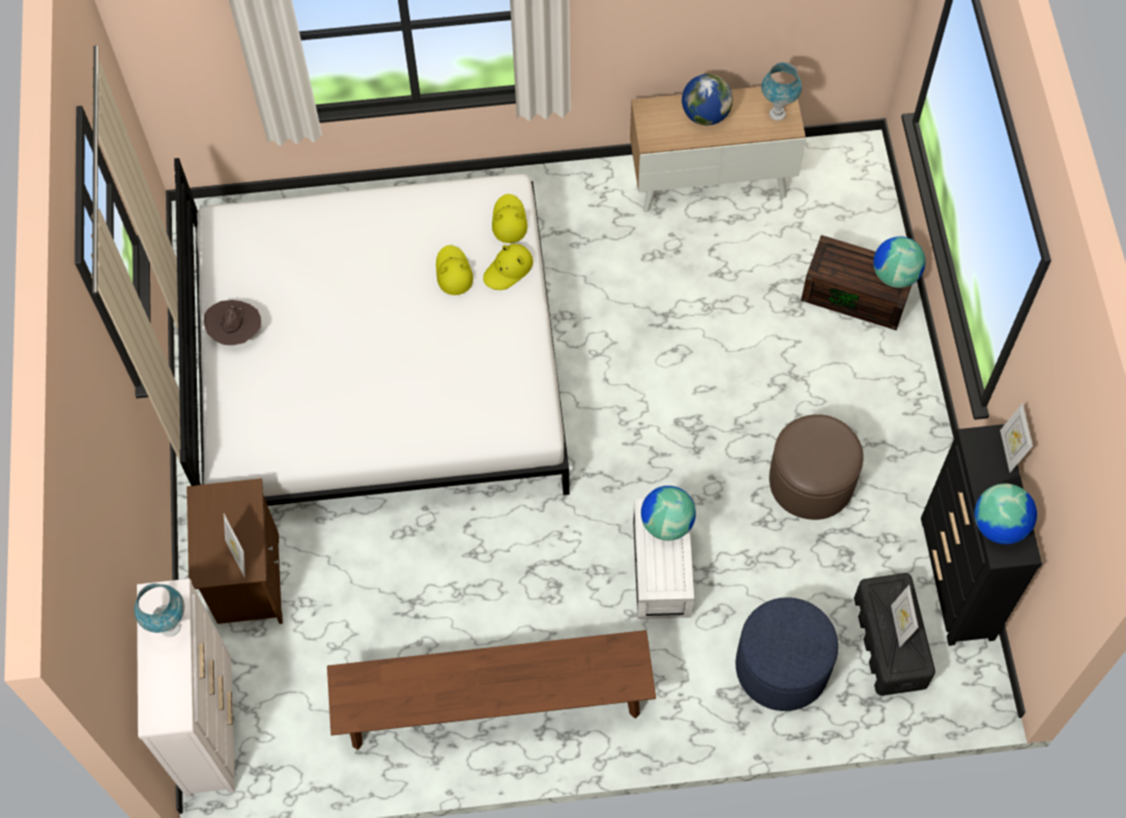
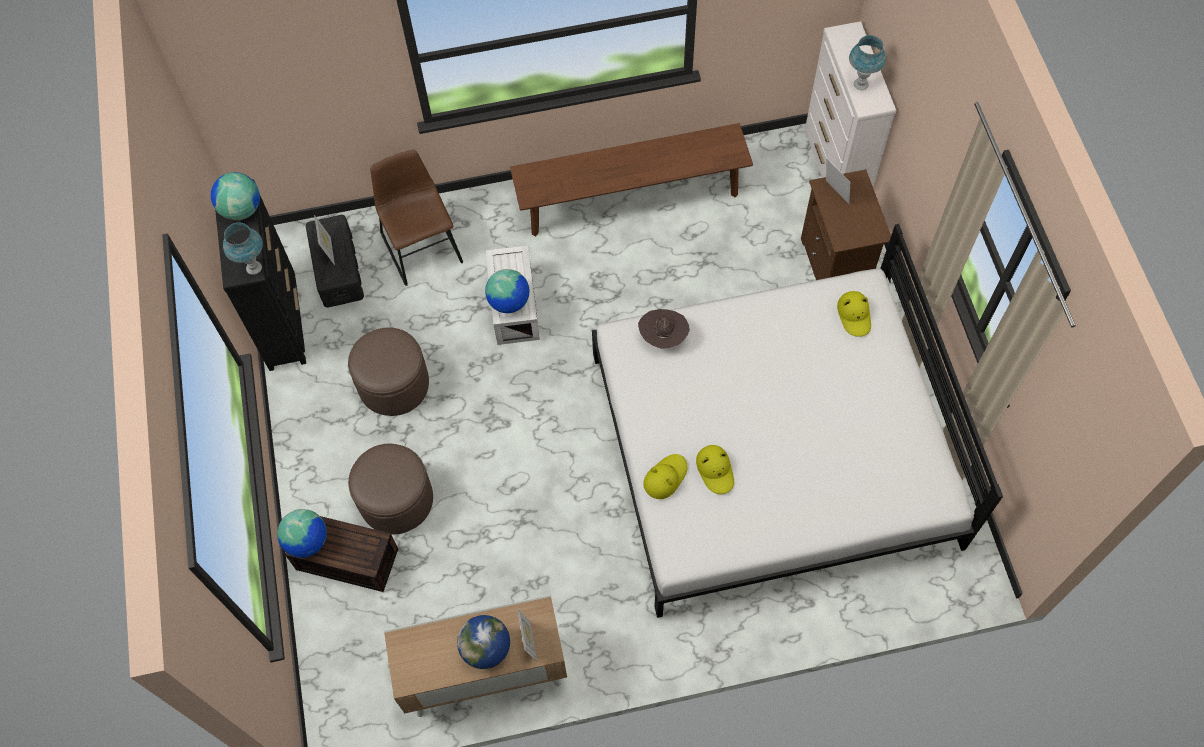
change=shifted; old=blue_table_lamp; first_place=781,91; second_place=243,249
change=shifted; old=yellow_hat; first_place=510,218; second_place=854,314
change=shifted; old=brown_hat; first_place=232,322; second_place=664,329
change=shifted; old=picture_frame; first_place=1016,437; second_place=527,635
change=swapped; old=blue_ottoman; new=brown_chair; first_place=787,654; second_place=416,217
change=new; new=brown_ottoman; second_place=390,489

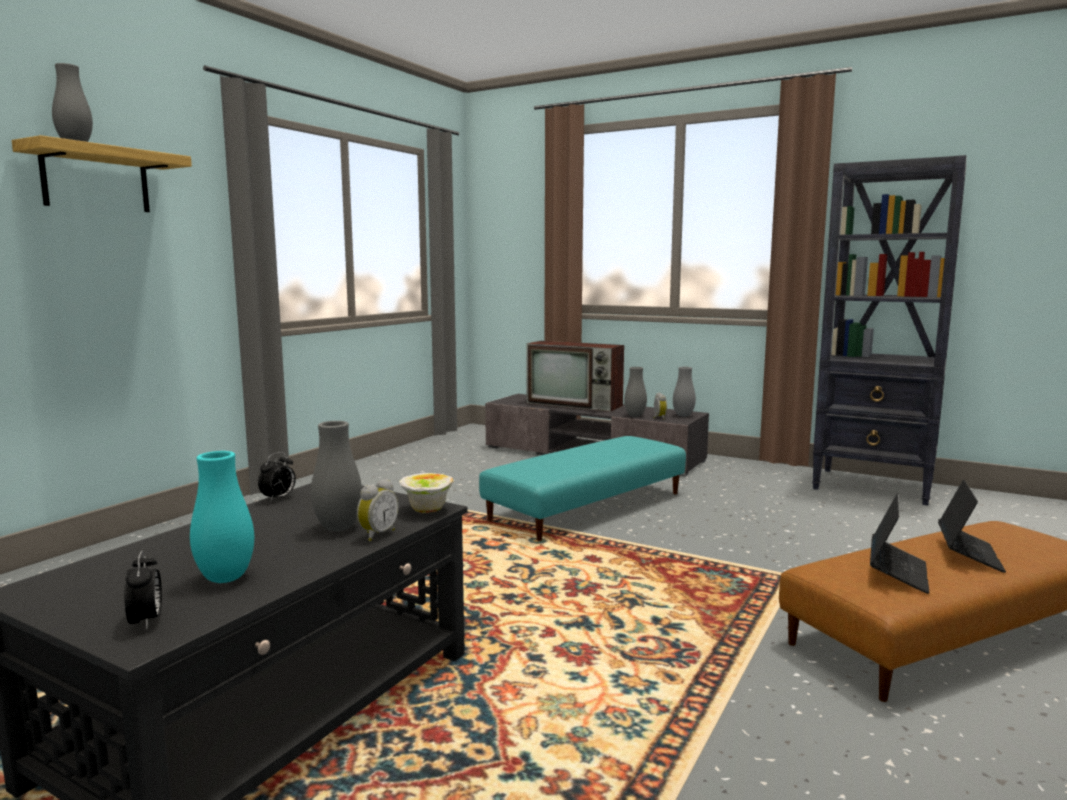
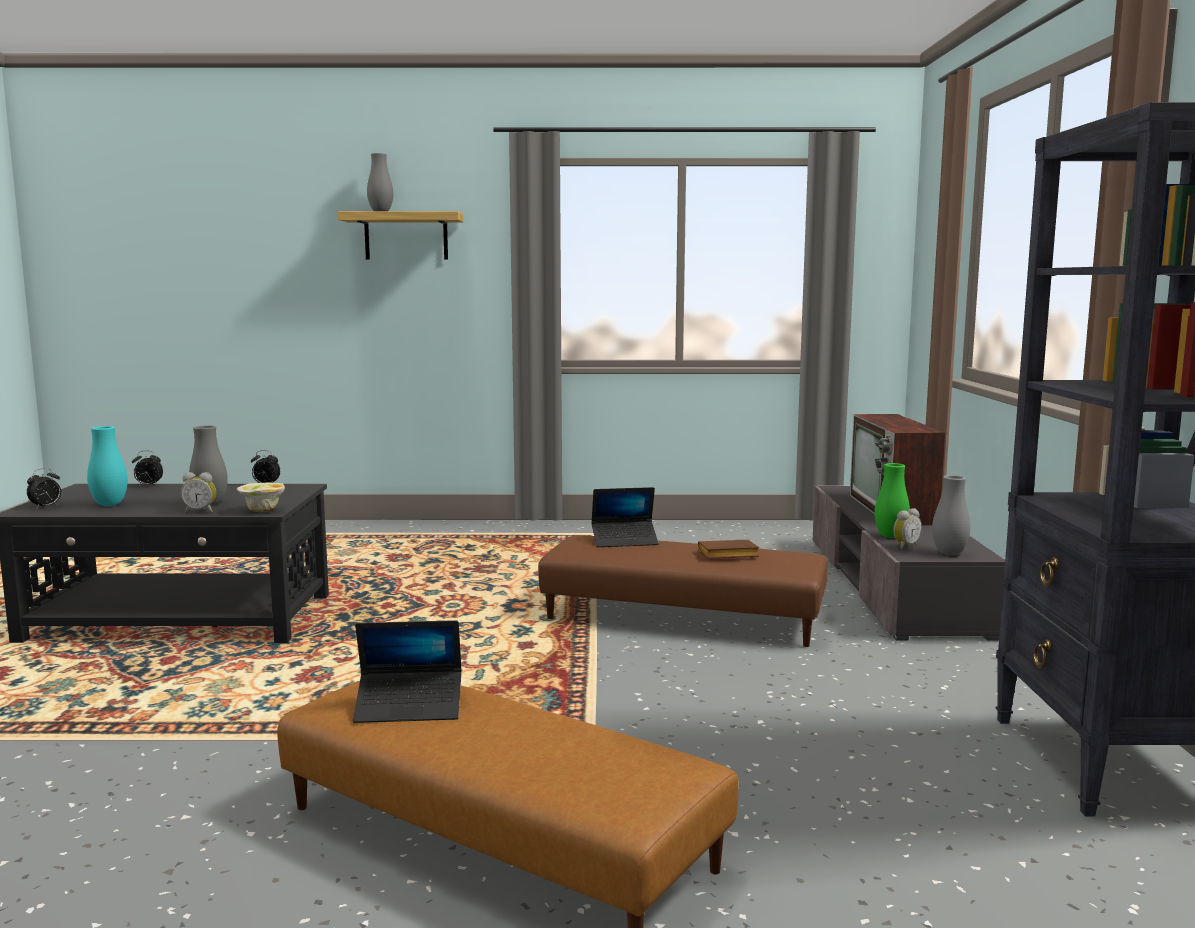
change=repainted; old=grey_vase; new=green_vase; first_place=635,392; second_place=892,500
change=repainted; old=turquoise_ottoman; new=brown_ottoman; first_place=582,488; second_place=683,591
change=shifted; old=laptop; first_place=972,526; second_place=625,517
change=new; new=alarm_clock; second_place=147,468
change=new; new=brown_book; second_place=728,549

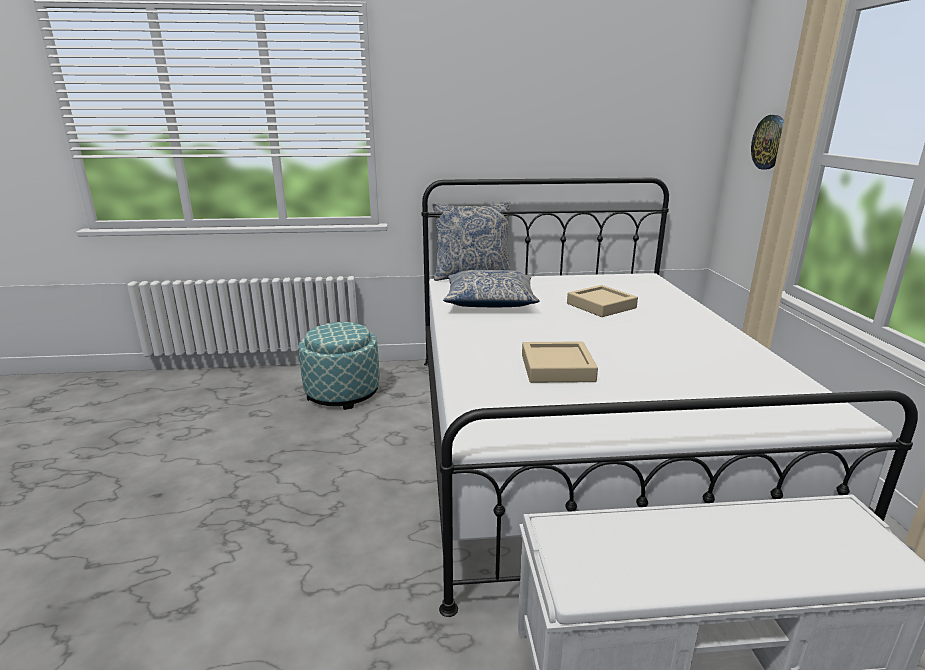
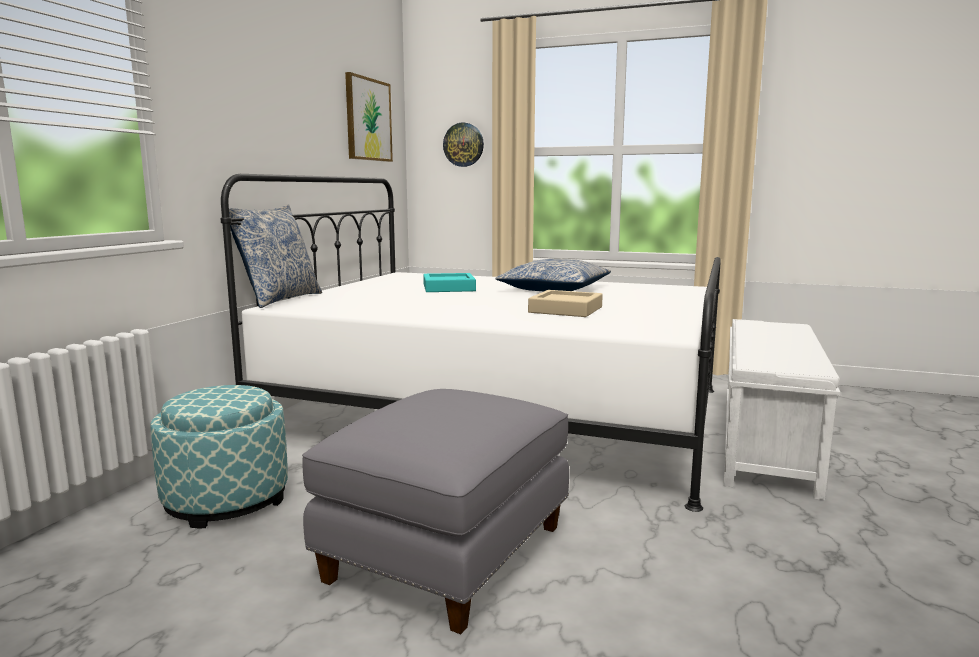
change=shifted; old=pillow; first_place=491,288; second_place=553,275
change=repainted; old=beige_tray; new=turquoise_tray; first_place=602,301; second_place=449,282
change=new; new=picture; second_place=369,117
change=new; new=grey_ottoman; second_place=435,511

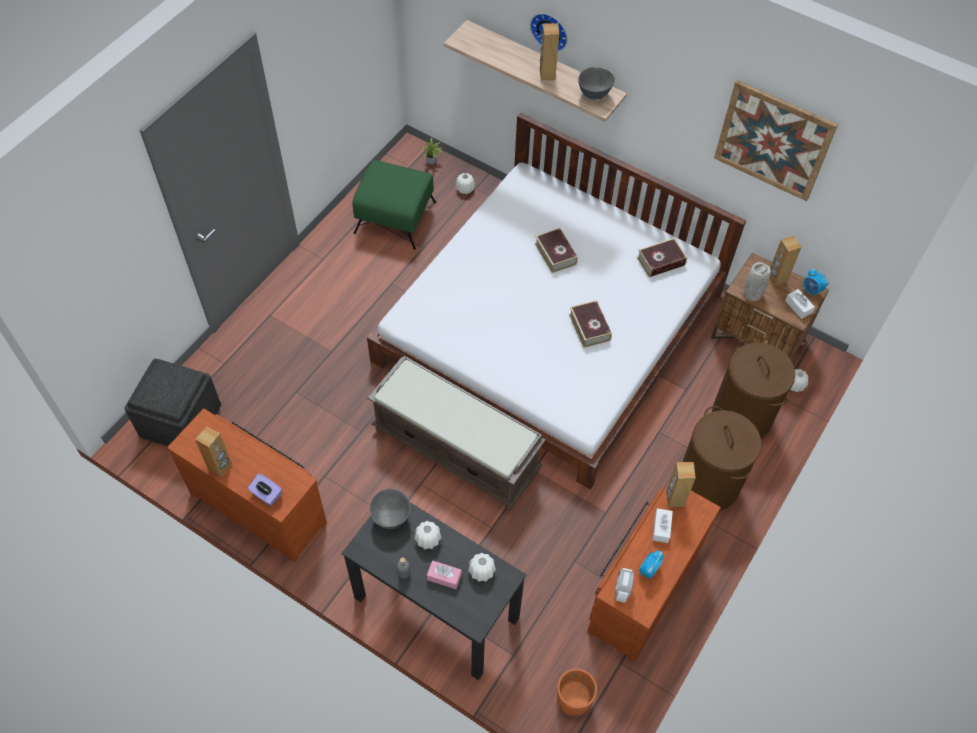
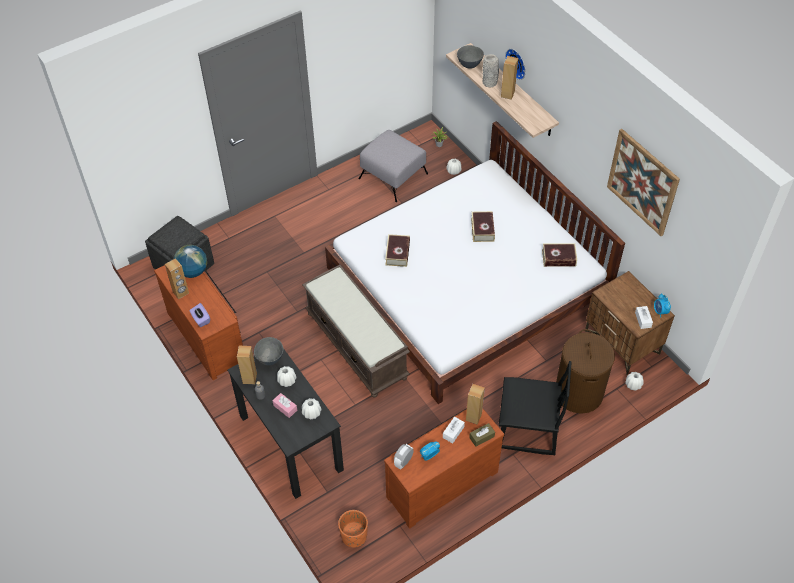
change=shifted; old=grey_bowl; first_place=596,83; second_place=470,57
change=repainted; old=green_ottoman; new=grey_ottoman; first_place=394,204; second_place=393,166
change=shifted; old=brown_speaker; first_place=785,261; second_place=247,365
change=shifted; old=grey_vase; first_place=757,281; second_place=490,70
change=shifted; old=book; first_place=590,324; second_place=397,250
change=swapped; old=brown_laundry_basket; new=black_chair; first_place=721,458; second_place=535,408
change=new; new=globe; second_place=190,261
change=new; new=brown_tissue_box; second_place=482,435

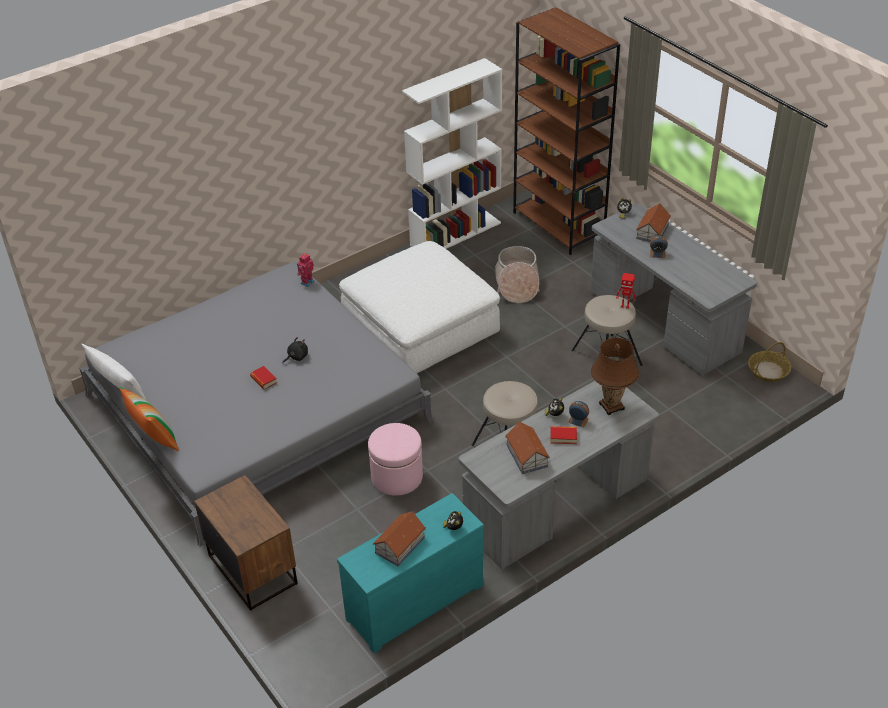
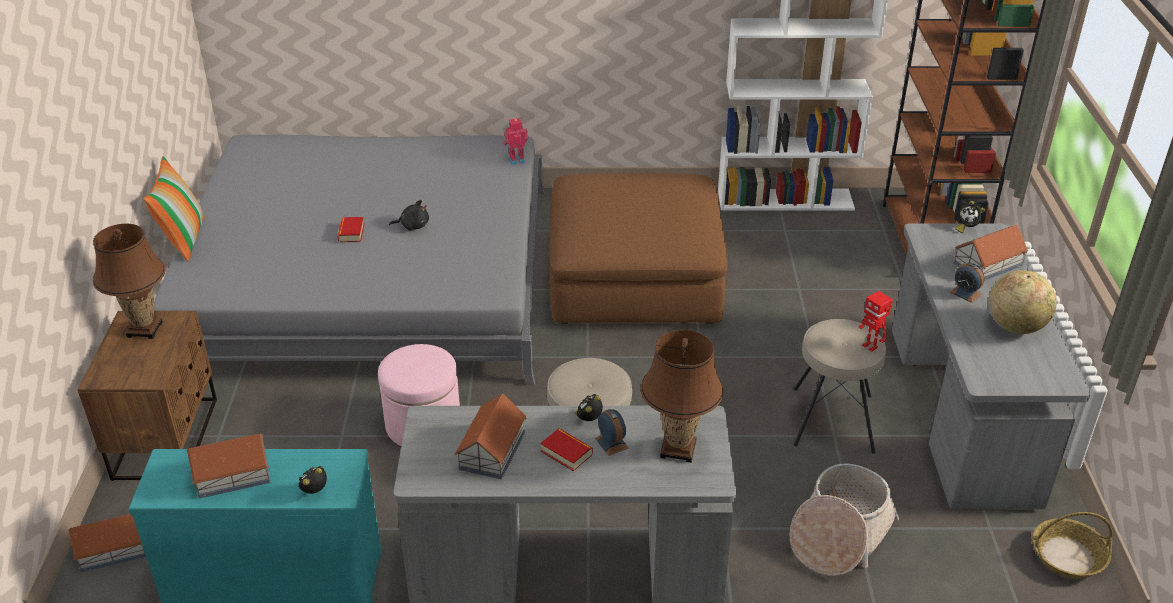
change=repainted; old=white_ottoman; new=brown_ottoman; first_place=419,307; second_place=638,248
change=shifted; old=basket; first_place=517,274; second_place=844,520
change=gone; old=white_pillow; first_place=114,372
change=new; new=brown_table_lamp; second_place=129,281
change=new; new=globe; second_place=1023,302
change=new; new=toy_house; second_place=107,543

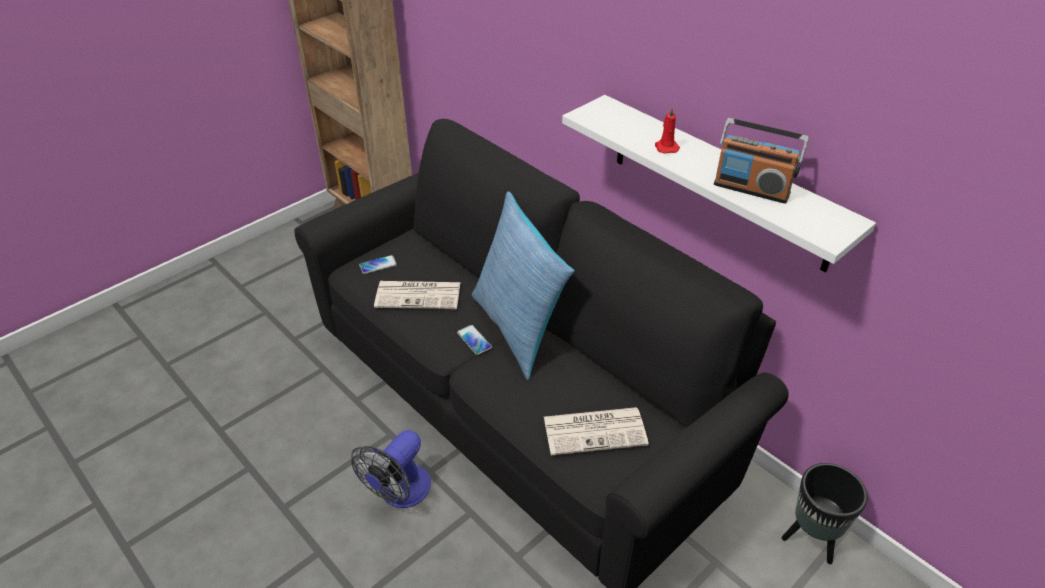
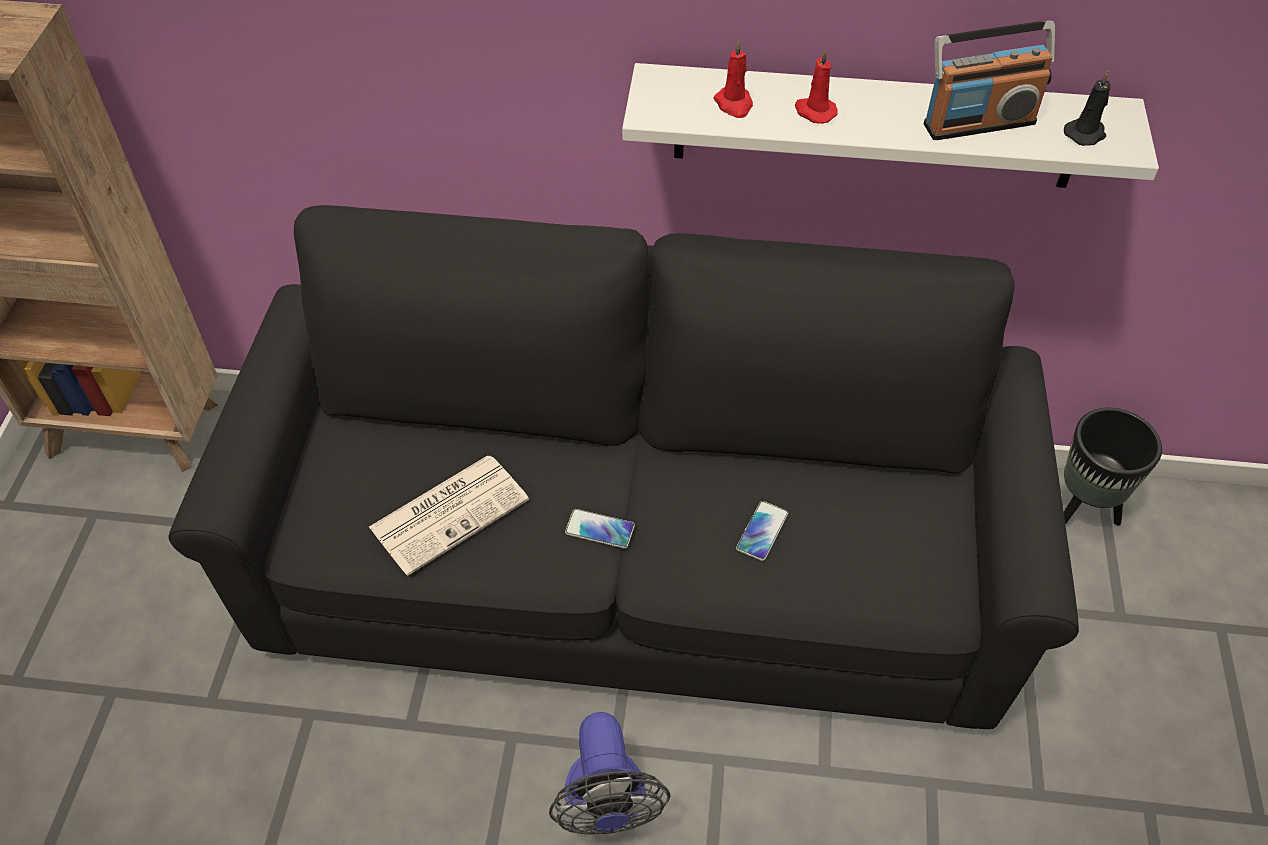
change=gone; old=pillow; first_place=523,286
change=shifted; old=phone; first_place=378,264; second_place=762,531
change=gone; old=newspaper; first_place=596,431
change=new; new=red_candle; second_place=733,79
change=new; new=black_candle; second_place=1087,108

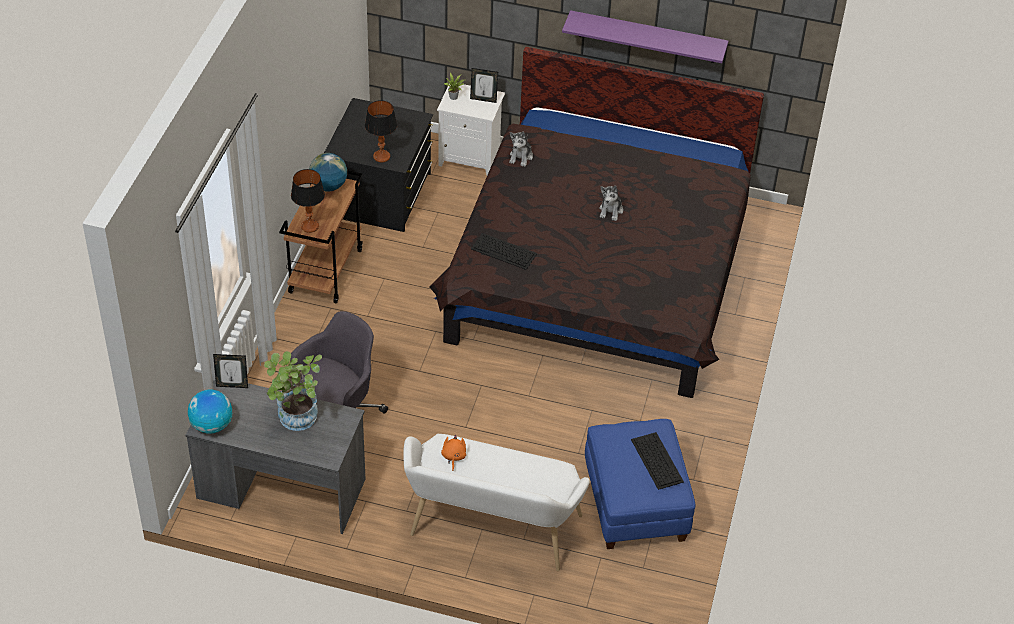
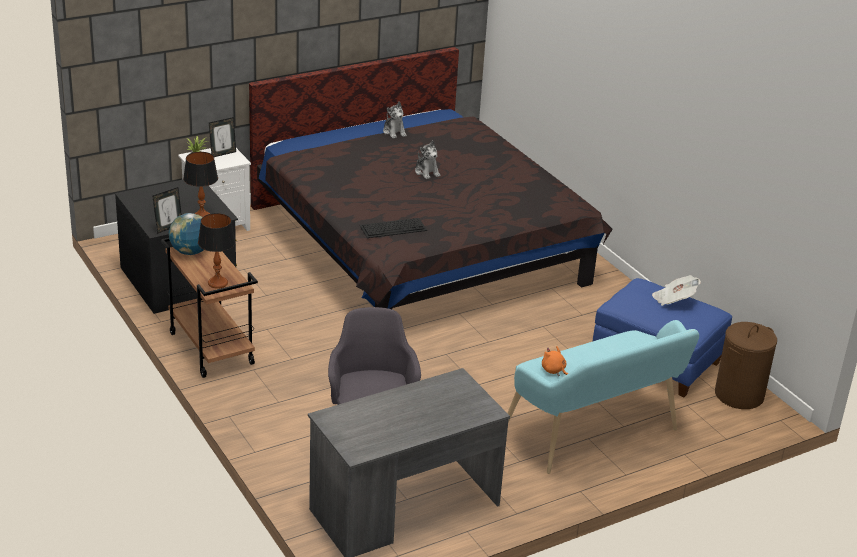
change=gone; old=purple_shelf; first_place=645,36
change=shifted; old=plush_toy; first_place=521,149; second_place=395,120
change=gone; old=potted_plant; first_place=293,391
change=shifted; old=picture_frame; first_place=230,371; second_place=167,210
change=gone; old=globe; first_place=210,411
change=swapped; old=keyboard; new=newspaper; first_place=657,461; second_place=676,290
change=repainted; old=white_bench; new=turquoise_bench; first_place=496,502; second_place=603,397
change=new; new=brown_laundry_basket; second_place=746,365

